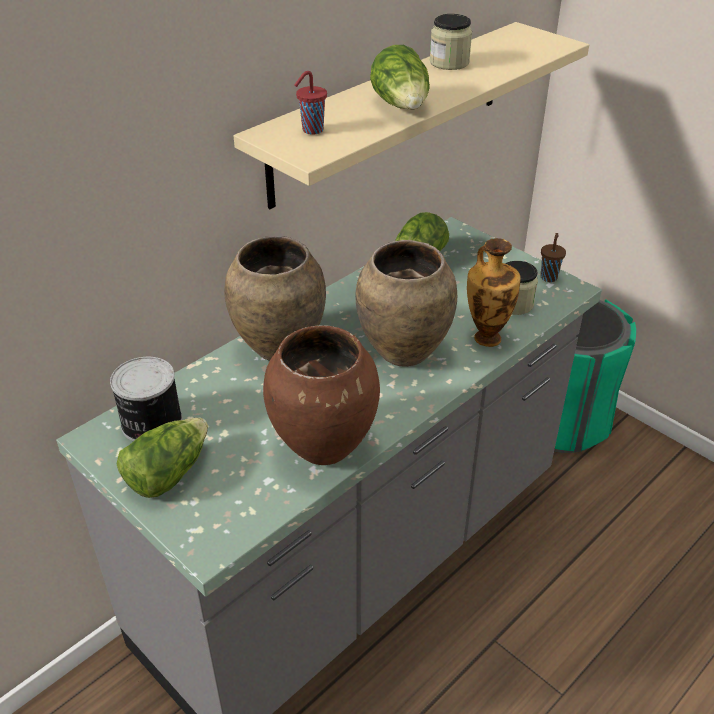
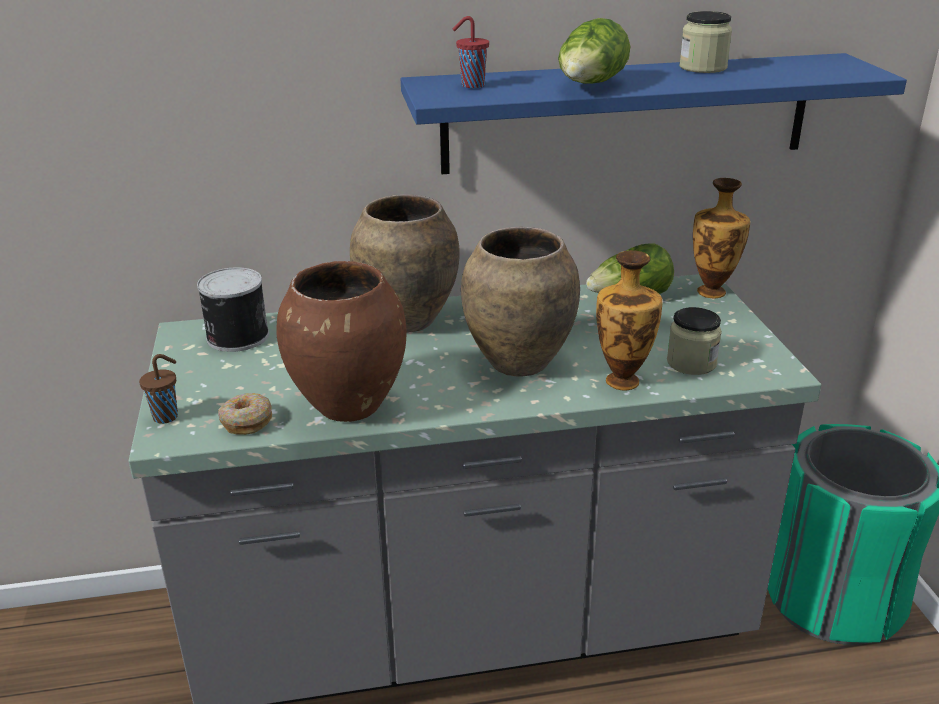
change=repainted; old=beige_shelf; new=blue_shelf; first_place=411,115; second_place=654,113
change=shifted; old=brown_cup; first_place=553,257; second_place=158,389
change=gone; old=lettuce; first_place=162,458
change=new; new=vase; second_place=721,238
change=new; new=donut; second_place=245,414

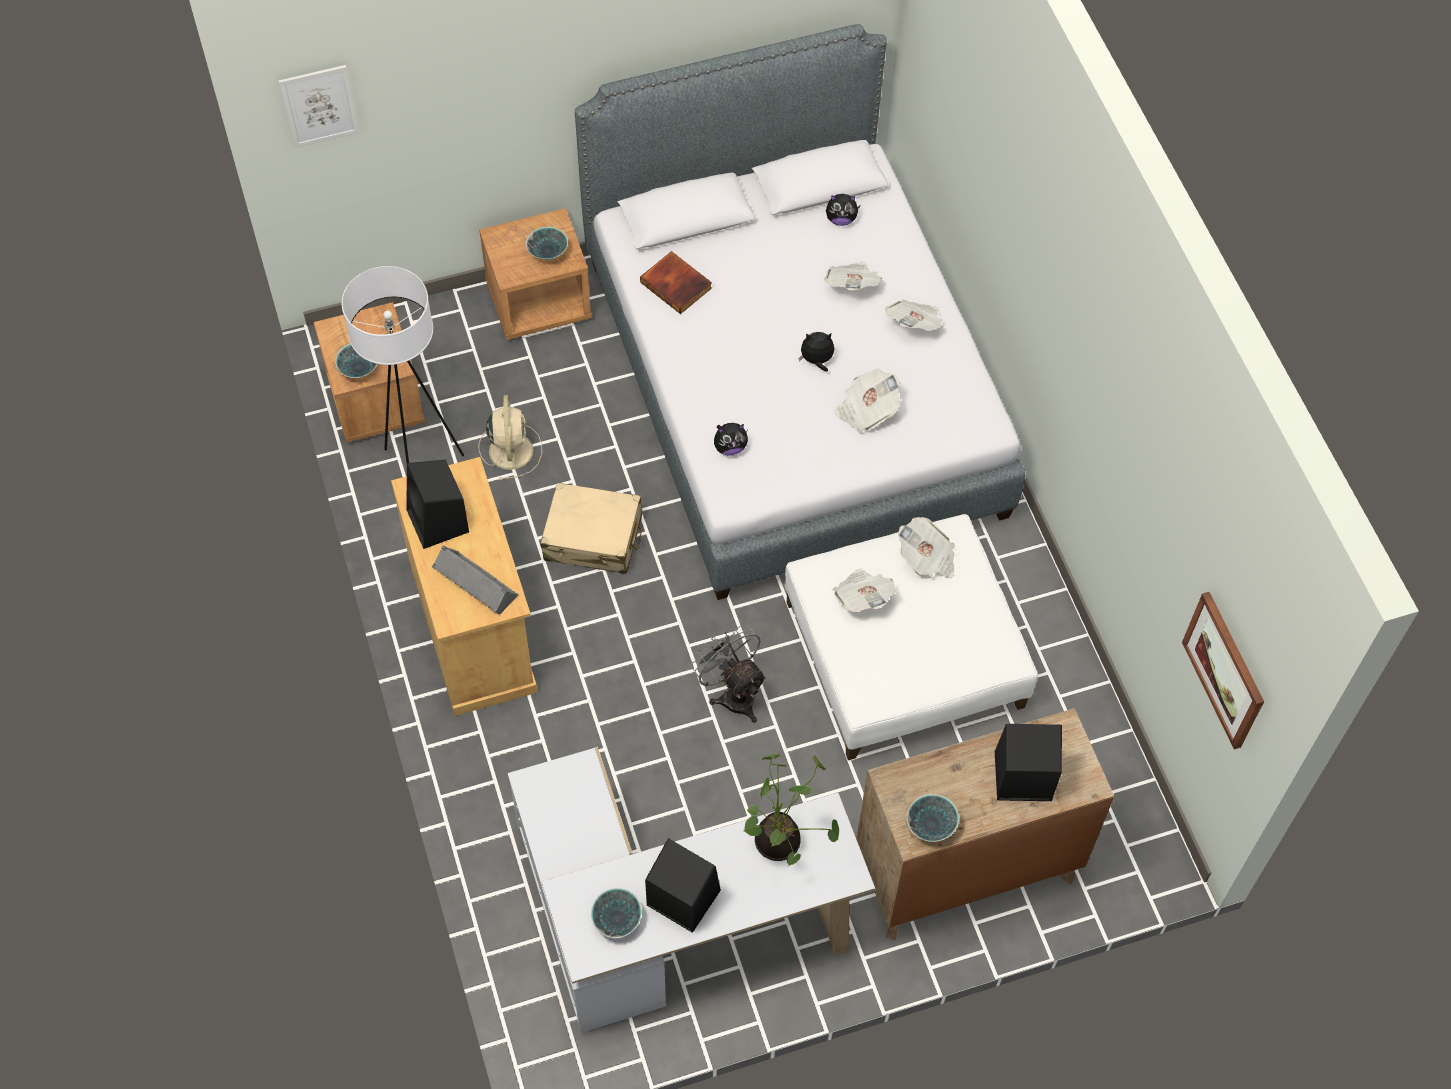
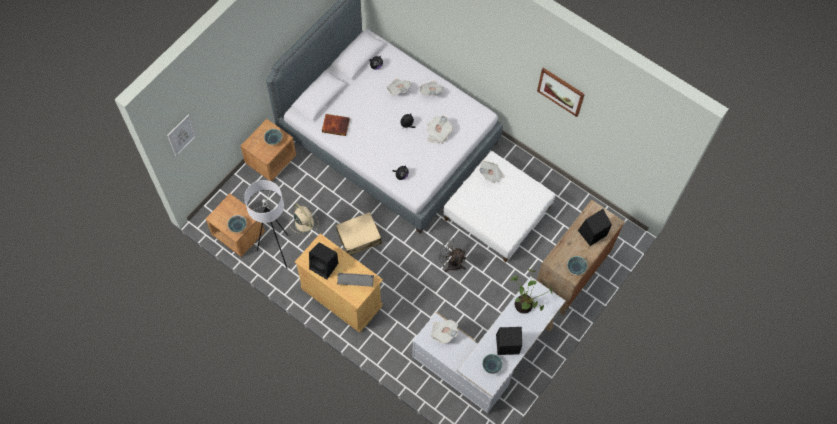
change=shifted; old=newspaper; first_place=864,590; second_place=444,331
change=shifted; old=picture; first_place=1223,670; second_place=561,92

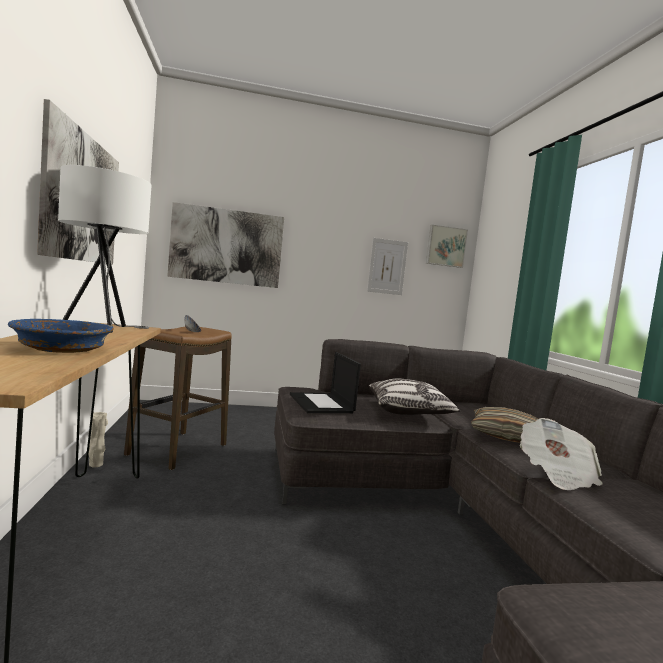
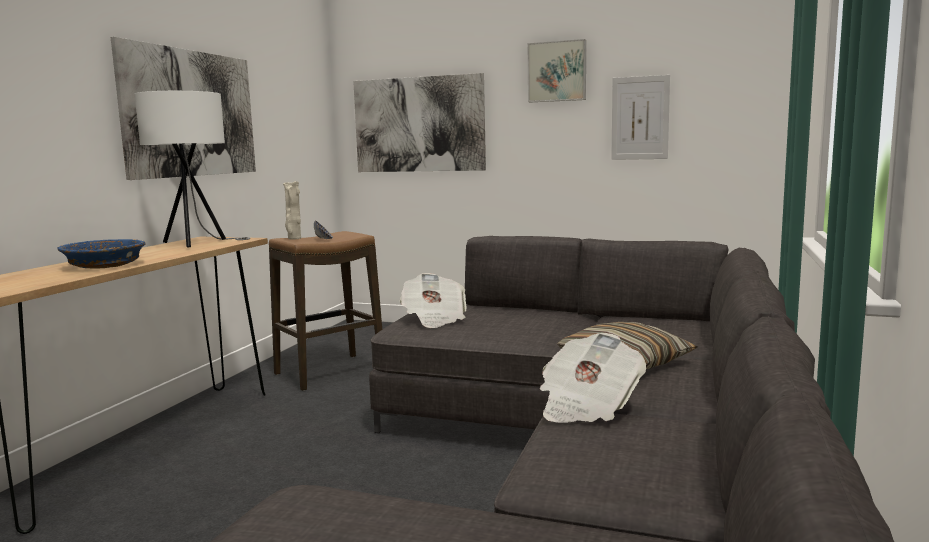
change=shifted; old=picture; first_place=447,246; second_place=557,70
change=swapped; old=laptop; new=newspaper; first_place=325,383; second_place=432,300
change=gone; old=pillow; first_place=415,397
change=shifted; old=beige_vase; first_place=98,439; second_place=292,210

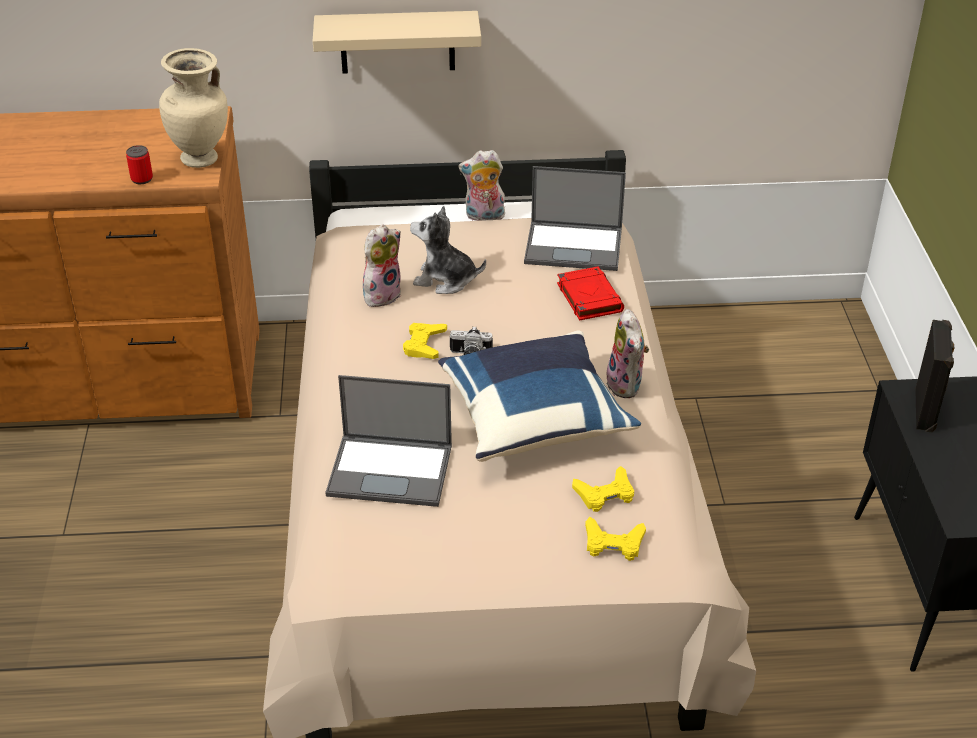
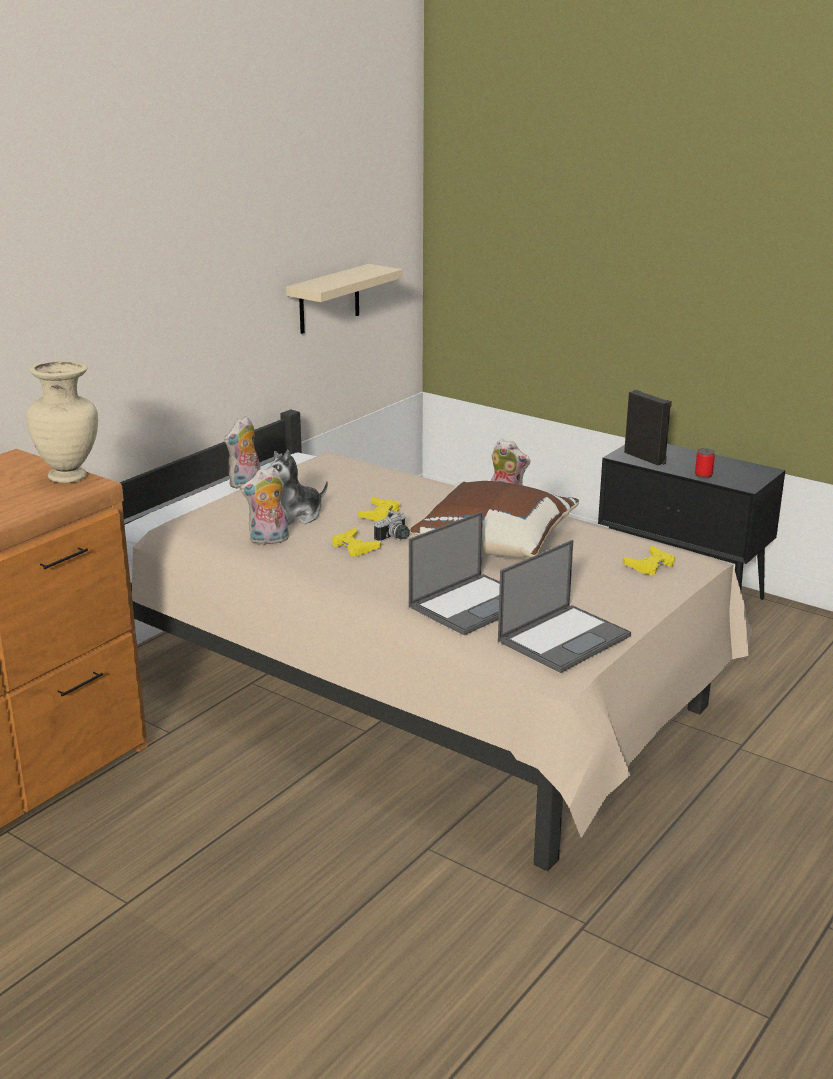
change=shifted; old=beige_shelf; first_place=397,42; second_place=344,299
change=shifted; old=can; first_place=139,164; second_place=705,463
change=shifted; old=laptop; first_place=575,218; second_place=564,606
change=rotated; old=plush_toy; first_place=382,266; second_place=264,506; degrees=-105
change=gone; old=red_book; first_place=590,294
change=repainted; old=blue_pillow; new=brown_pillow; first_place=539,396; second_place=494,519
change=shifted; old=yellow_game_controller; first_place=603,489; second_place=379,509

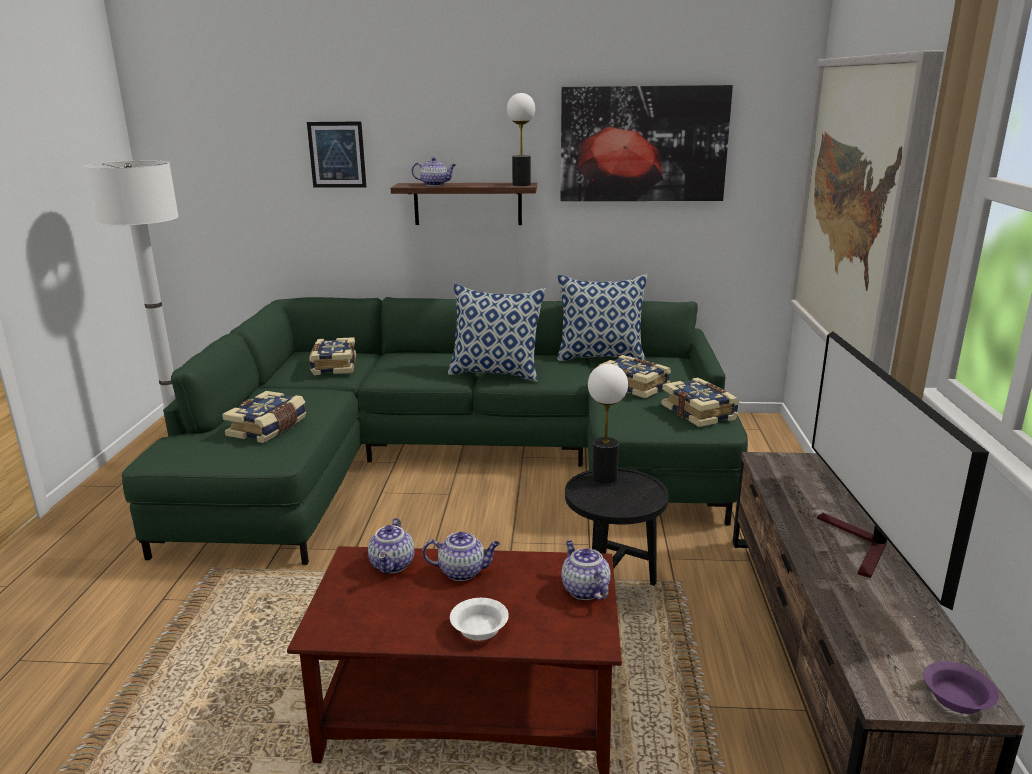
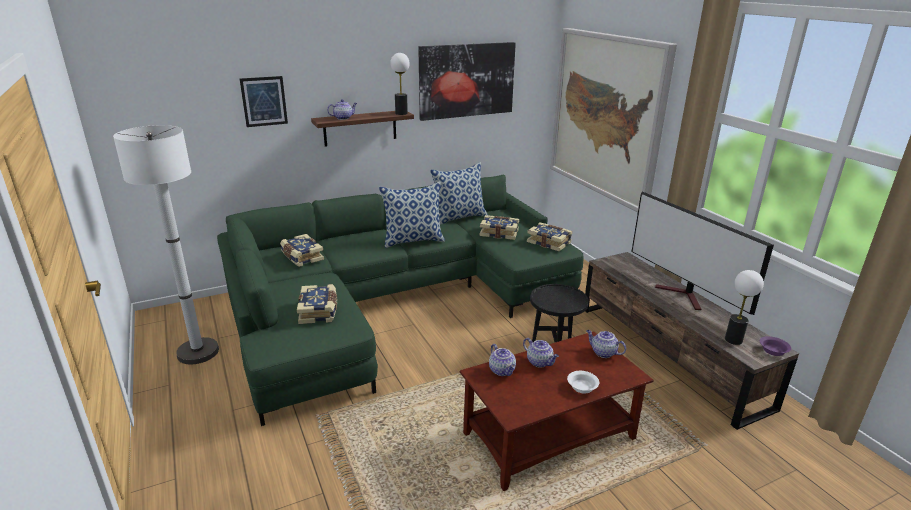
change=shifted; old=table_lamp; first_place=608,424; second_place=744,307
change=rotated; old=teapot; first_place=461,556; second_place=541,353; degrees=75

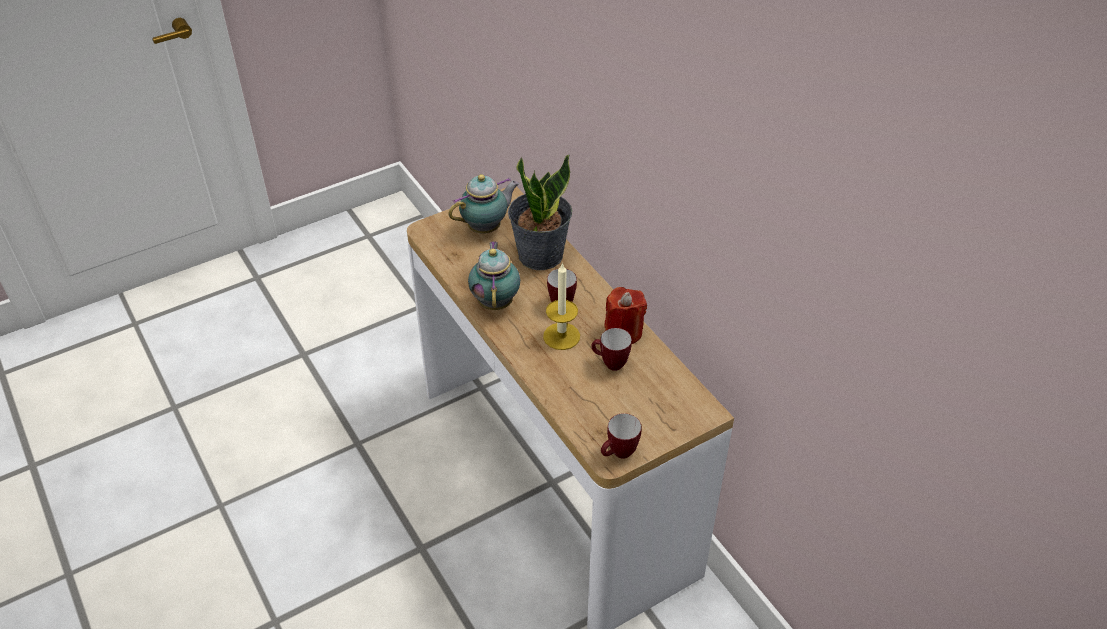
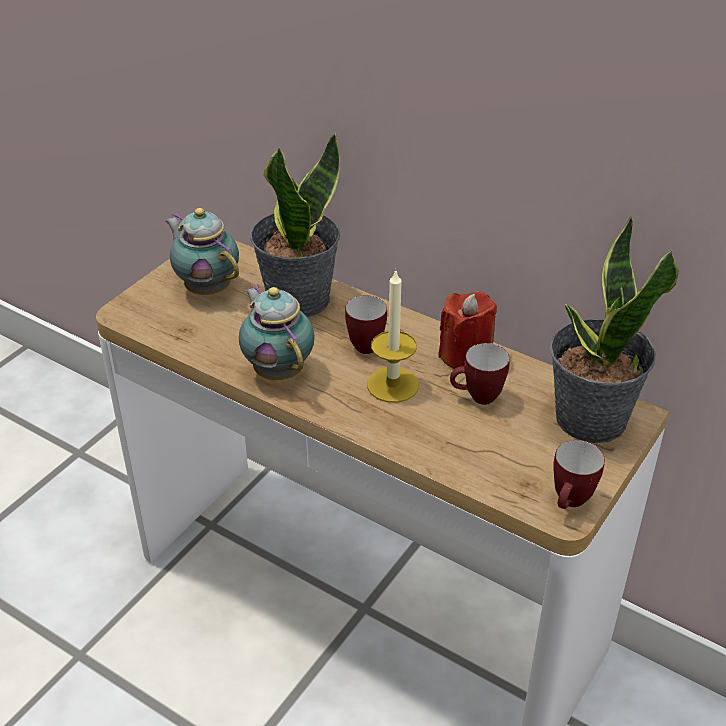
change=rotated; old=teapot; first_place=484,204; second_place=202,251; degrees=-75
change=new; new=potted_plant; second_place=614,329

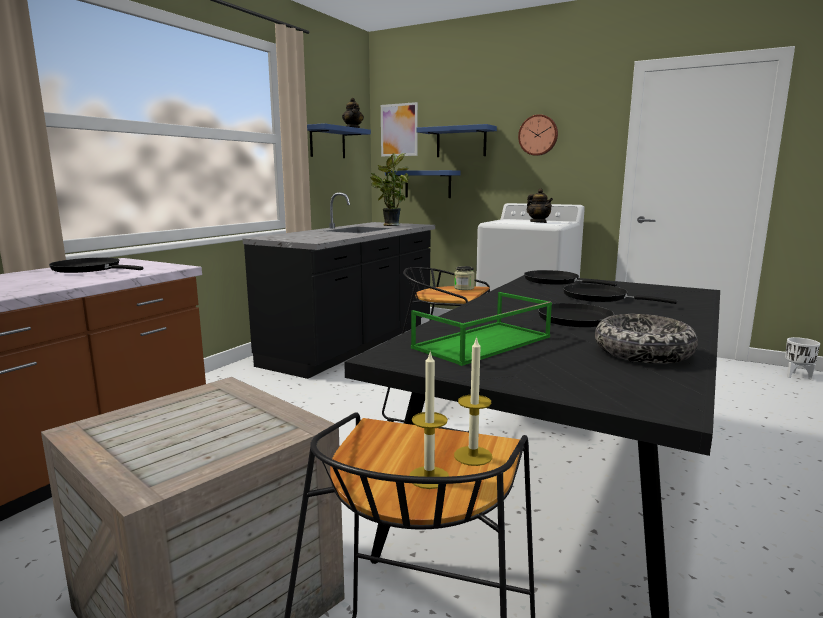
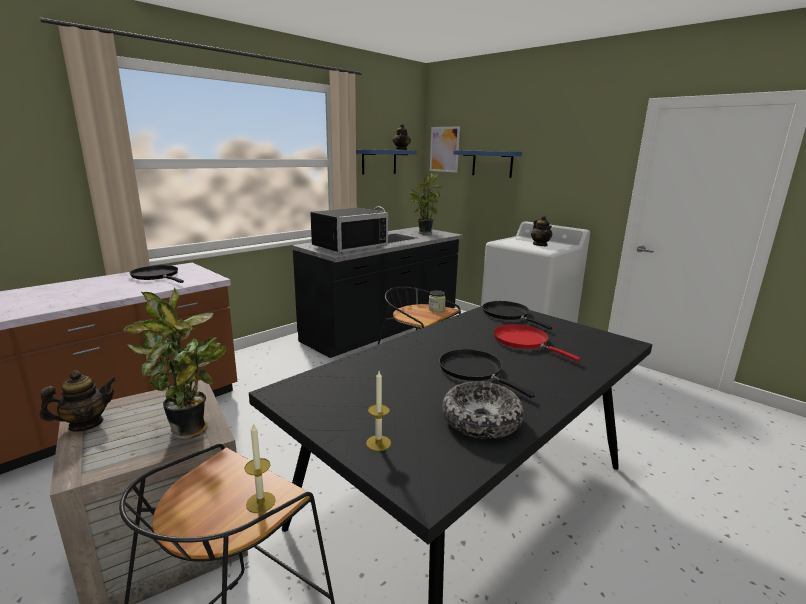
change=gone; old=wall_clock; first_place=538,135
change=gone; old=blue_shelf; first_place=422,184
change=repainted; old=black_frying_pan; new=red_frying_pan; first_place=620,294; second_place=537,342
change=gone; old=green_tray; first_place=481,329
change=gone; old=white_planter; first_place=802,358
change=shifted; old=candle; first_place=429,419; second_place=378,411
change=new; new=black_microwave; second_place=349,230
change=new; new=potted_plant; second_place=175,363
change=new; new=teapot; second_place=78,401

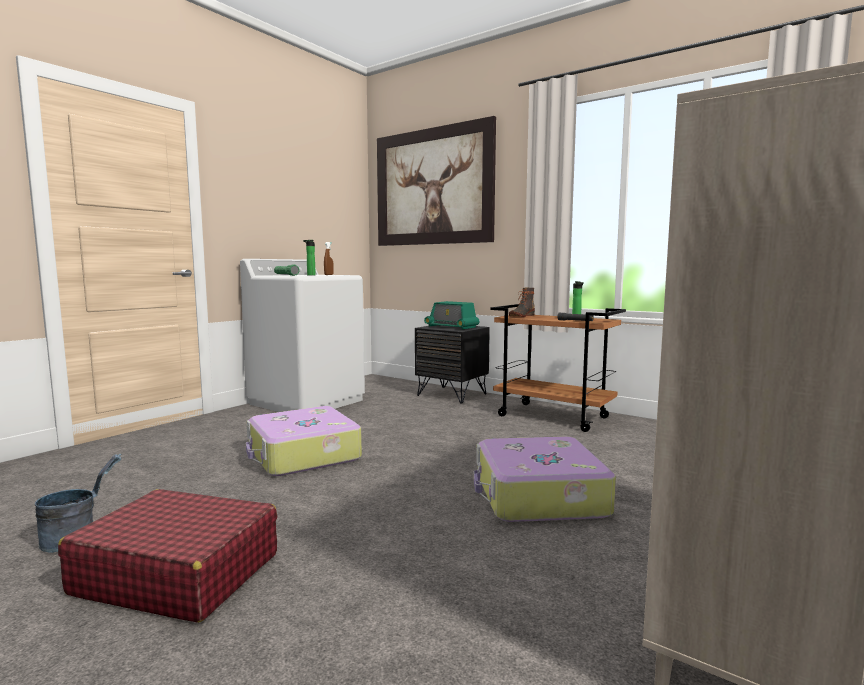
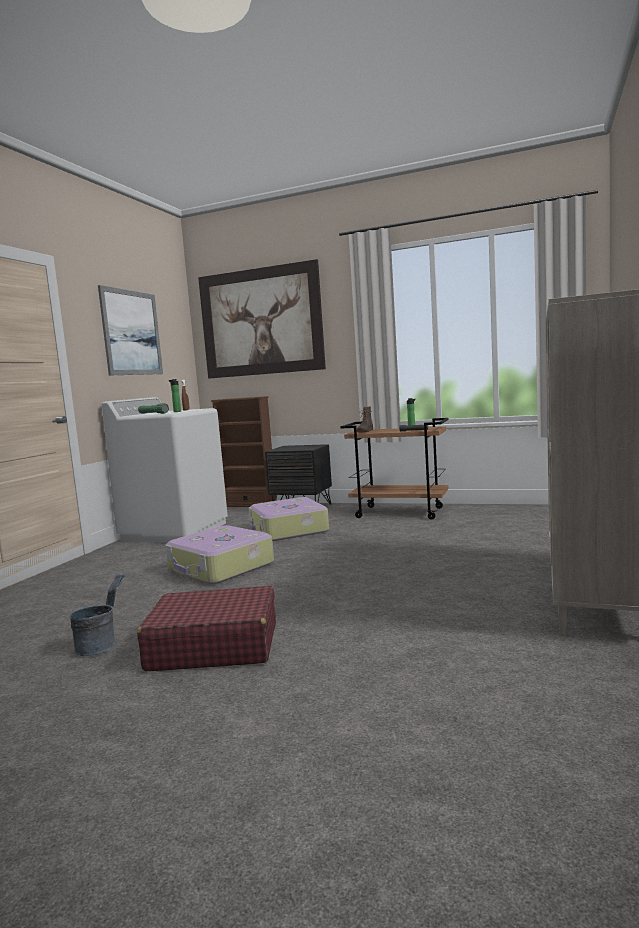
change=gone; old=radio; first_place=451,315
change=shifted; old=suitcase; first_place=545,479; second_place=289,519
change=new; new=picture; second_place=130,330
change=new; new=brown_bookcase; second_place=243,451

